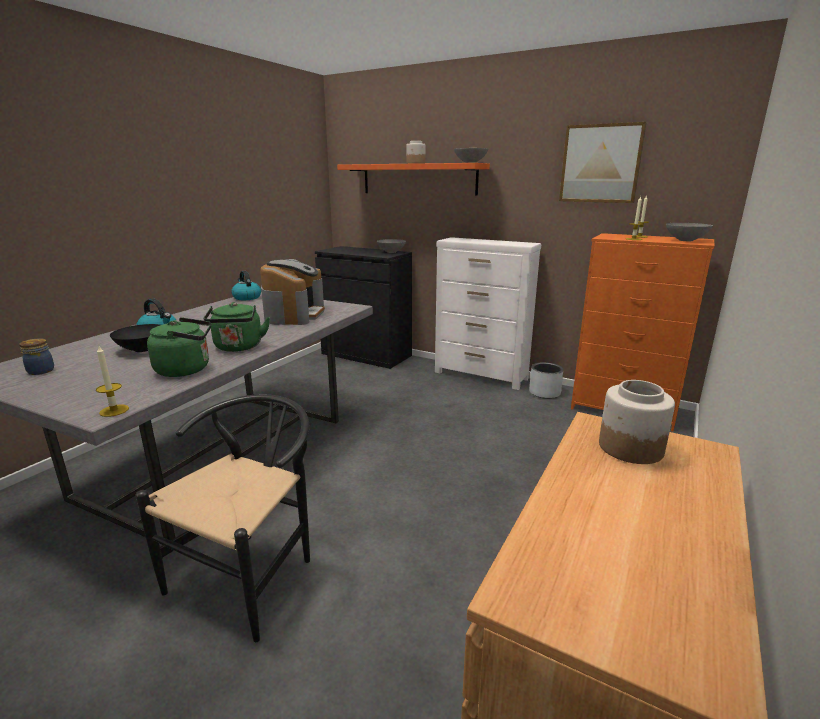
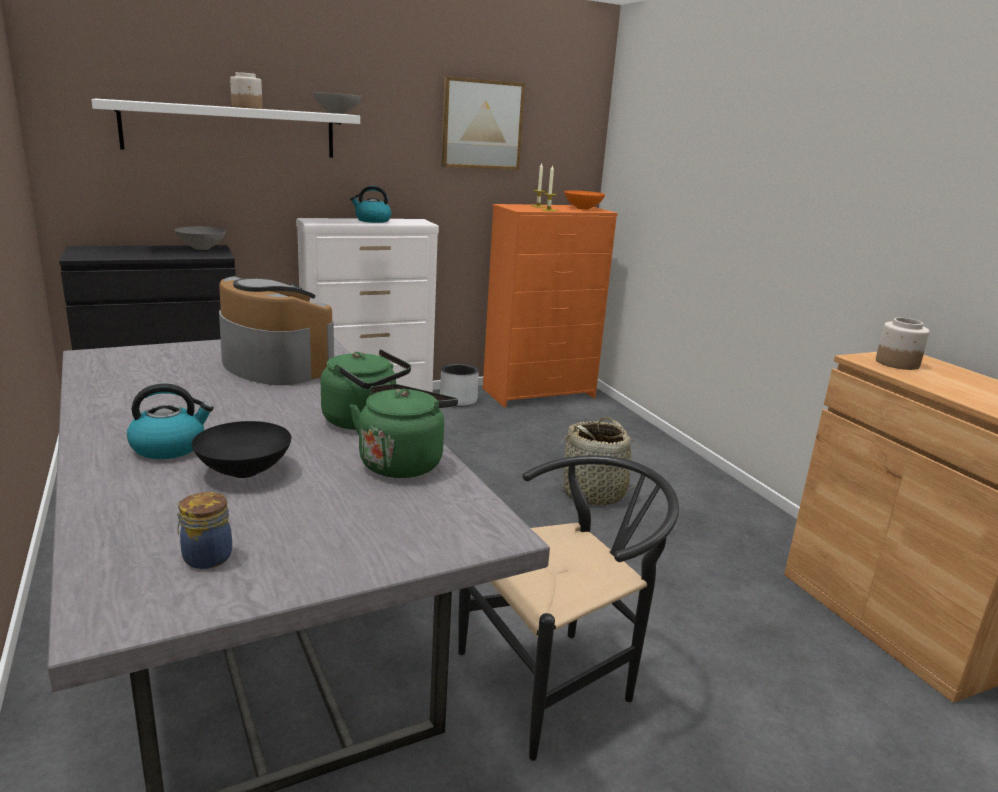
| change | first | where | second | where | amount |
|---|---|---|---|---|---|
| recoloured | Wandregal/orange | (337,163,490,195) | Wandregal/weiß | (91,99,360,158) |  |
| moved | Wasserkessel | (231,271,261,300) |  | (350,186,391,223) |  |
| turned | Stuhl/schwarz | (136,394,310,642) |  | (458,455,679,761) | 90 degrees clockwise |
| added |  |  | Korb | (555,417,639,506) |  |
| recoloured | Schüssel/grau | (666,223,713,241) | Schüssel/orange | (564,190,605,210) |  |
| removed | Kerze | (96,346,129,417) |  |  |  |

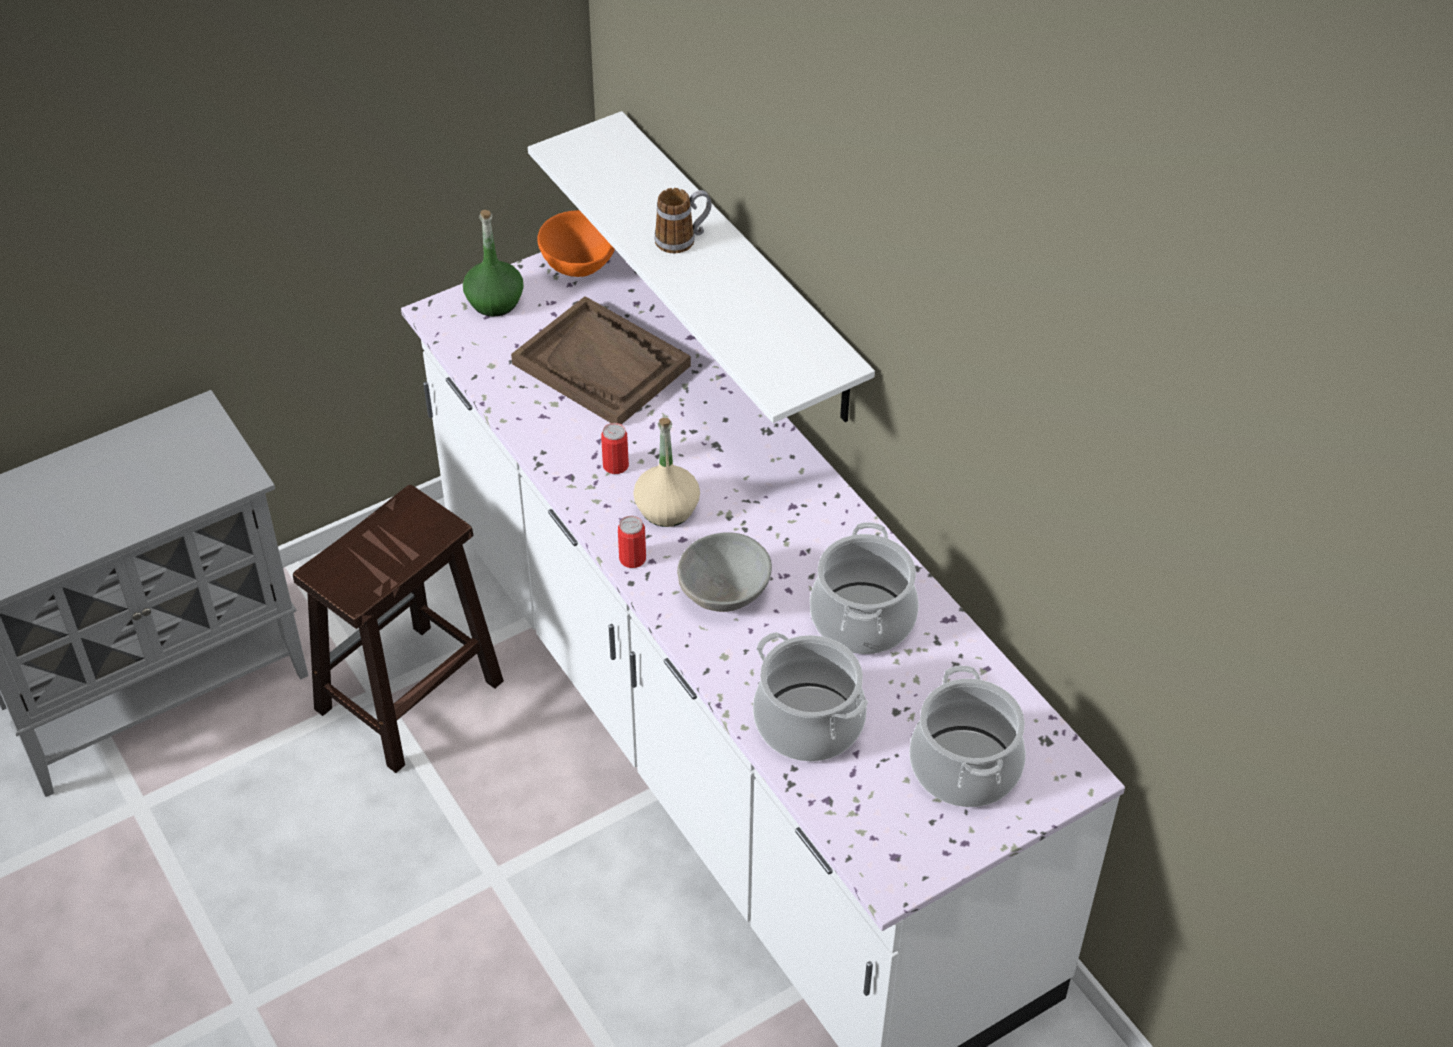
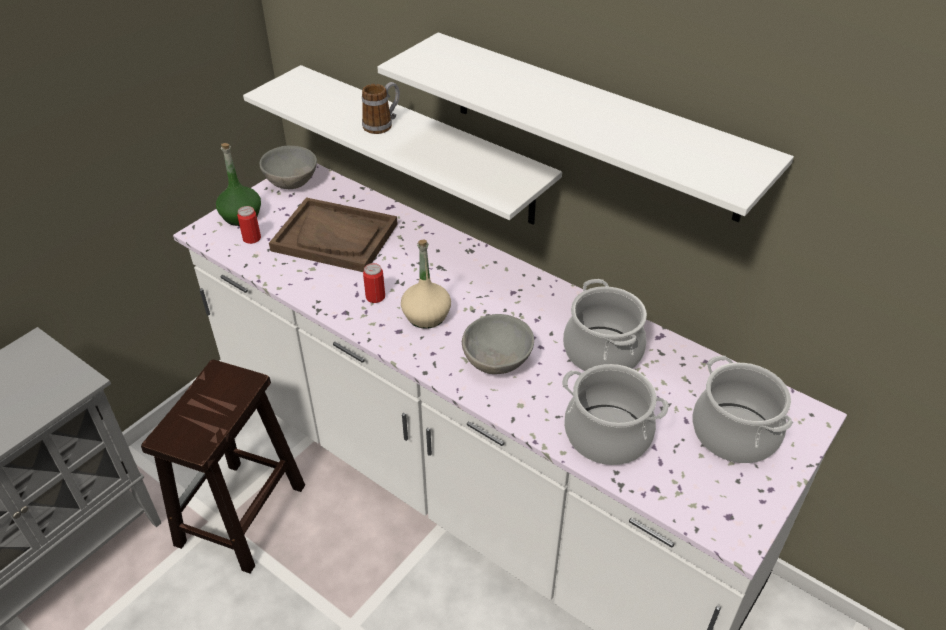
| change | first | where | second | where | amount |
|---|---|---|---|---|---|
| moved | Dose | (618,516,646,568) |  | (237,206,261,244) |  |
| recoloured | Schüssel/orange | (537,210,615,277) | Schüssel/grau | (260,146,317,189) |  |
| added |  |  | Wandregal/weiß | (377,32,794,222) |  |

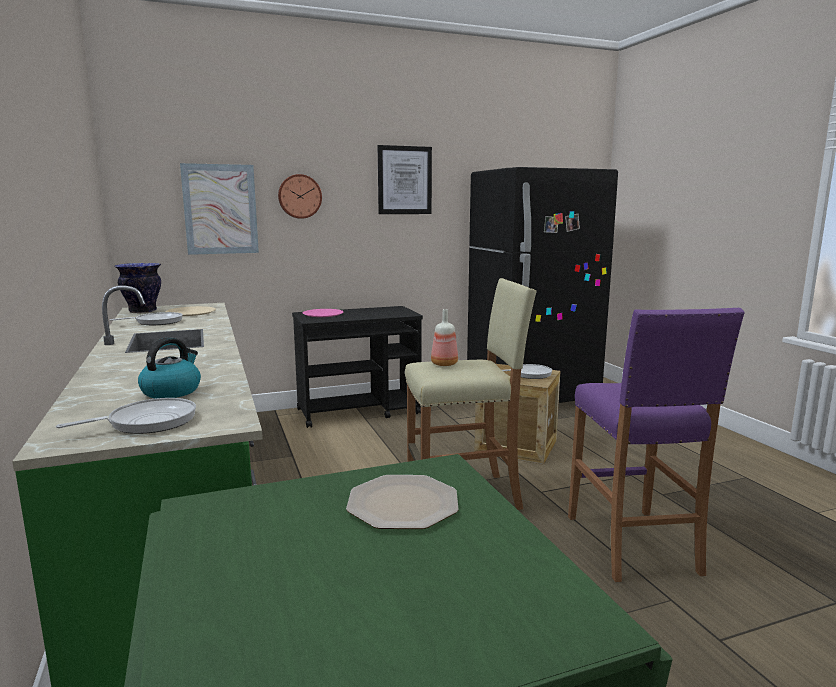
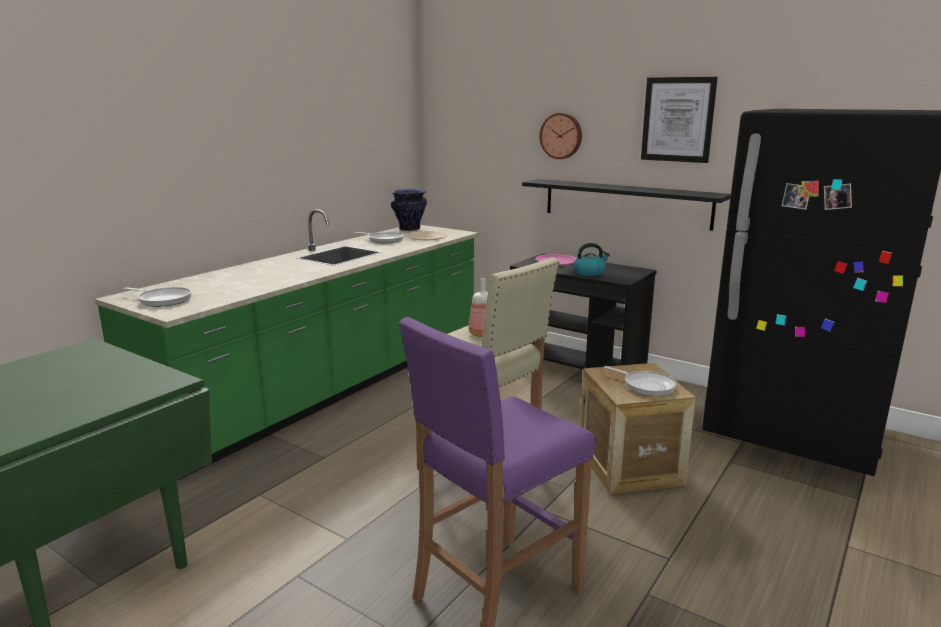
| change | first | where | second | where | amount |
|---|---|---|---|---|---|
| added |  |  | Wandregal/schwarz | (522,179,731,231) |  |
| moved | Wasserkessel | (138,337,201,398) |  | (574,243,610,276) |  |
| removed | Bild | (180,163,259,255) |  |  |  |
| removed | Teller | (346,475,459,529) |  |  |  |

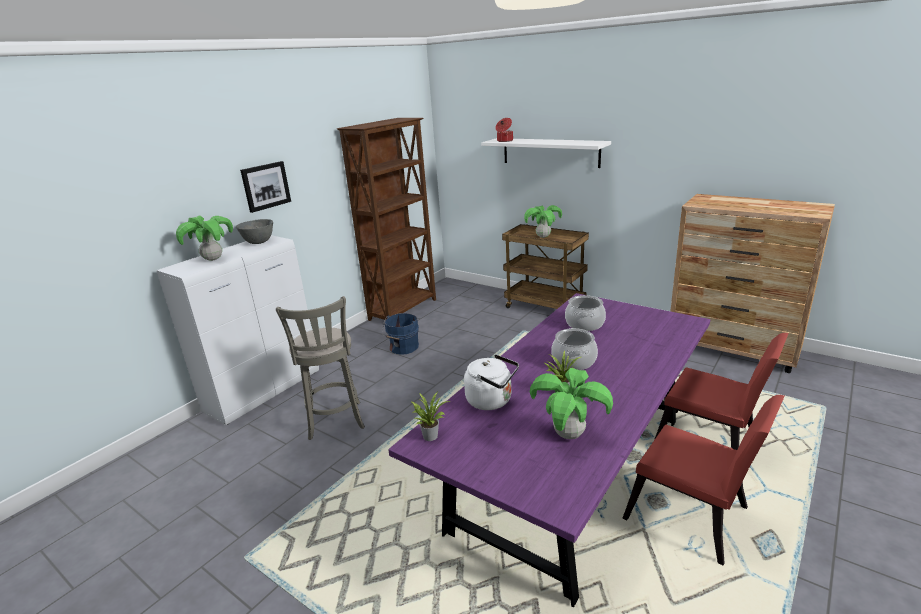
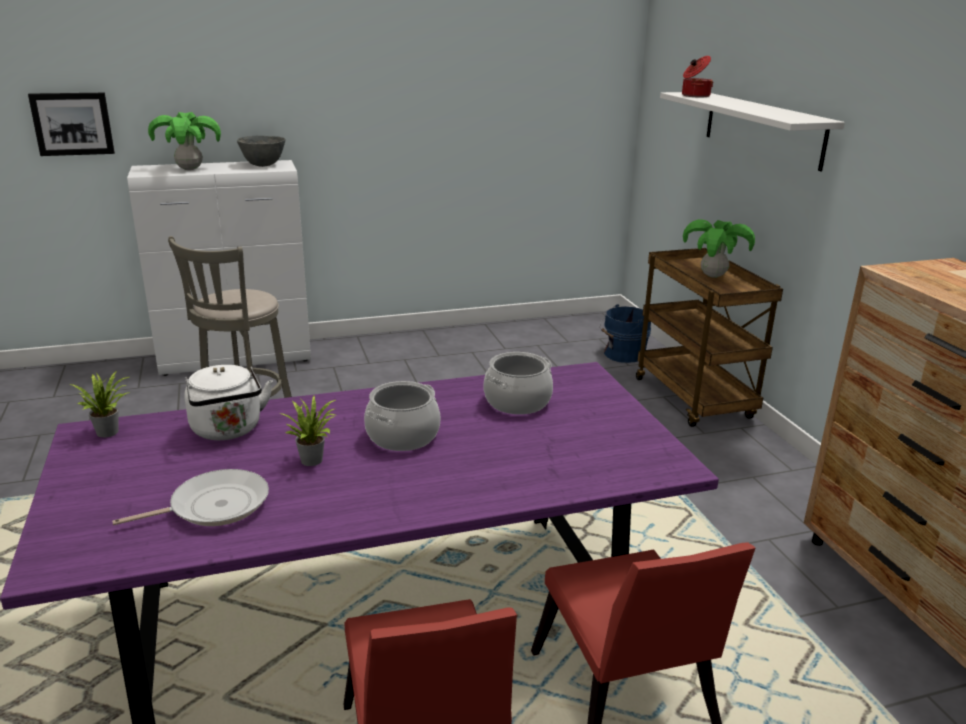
| change | first | where | second | where | amount |
|---|---|---|---|---|---|
| moved | Bild | (240,161,291,213) |  | (28,93,115,156) |  |
| replaced | Topfpflanze | (530,368,613,439) | Pfanne | (112,469,269,526) |  |
| moved | Eimer/blau | (382,313,419,355) |  | (599,304,651,363) |  |
| removed | Bücherregal/braun | (337,118,436,321) |  |  |  |

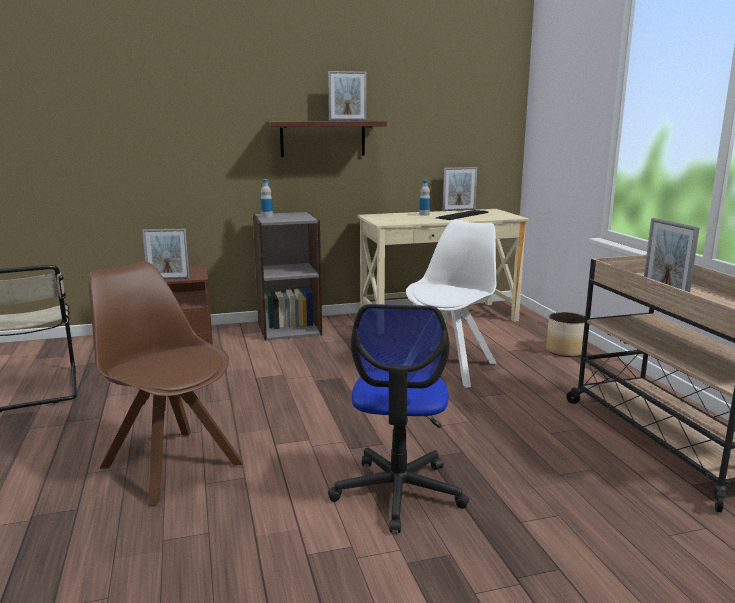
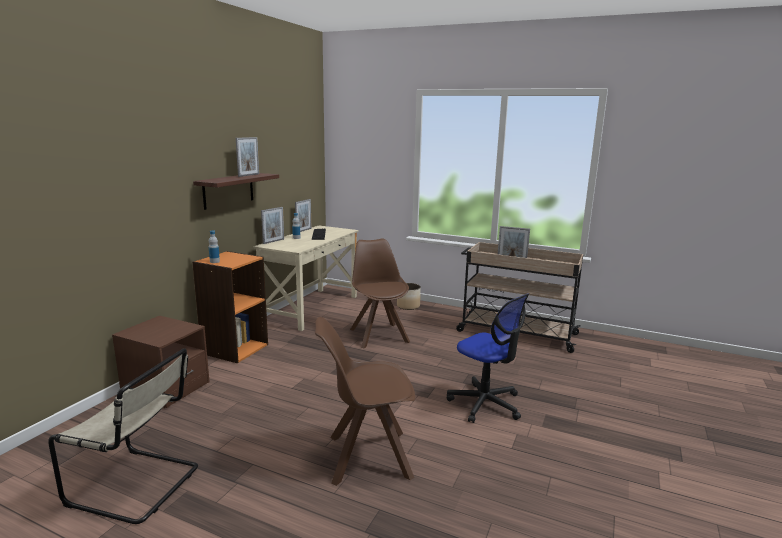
| change | first | where | second | where | amount |
|---|---|---|---|---|---|
| recoloured | Bücherregal/grau | (253,212,322,341) | Bücherregal/orange | (192,251,268,363) |  |
| moved | Bilderrahmen | (142,229,190,279) |  | (261,207,284,244) |  |
| recoloured | Stuhl/weiß | (406,220,497,388) | Stuhl/braun | (350,238,410,348) |  |

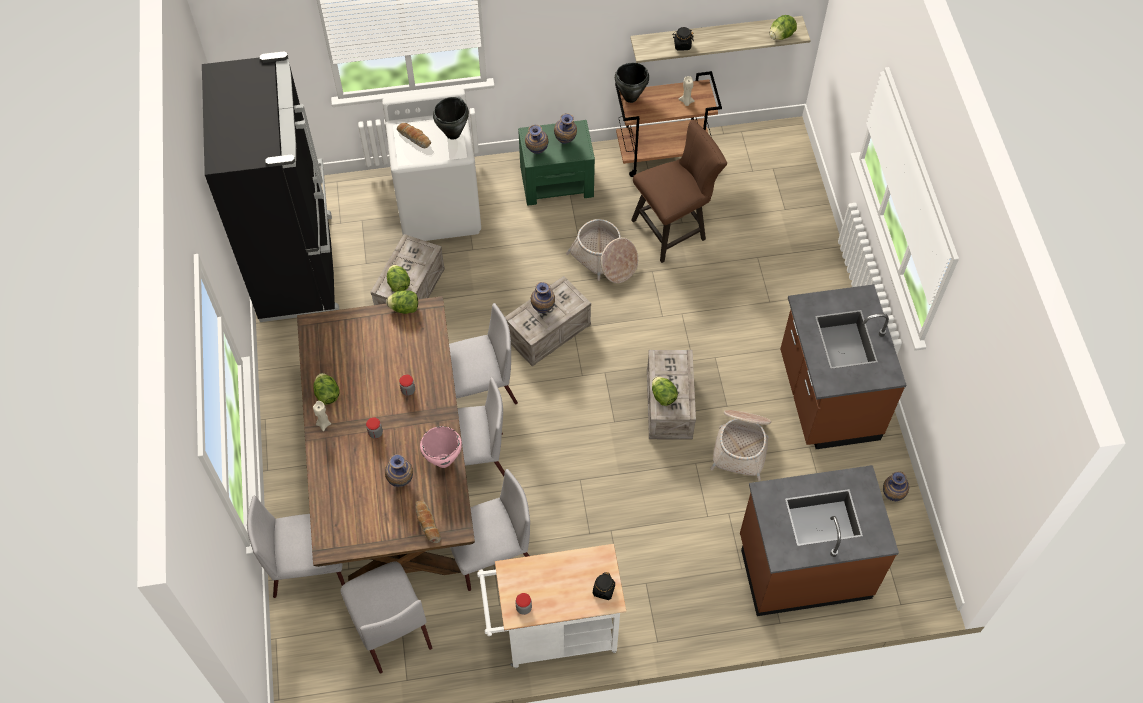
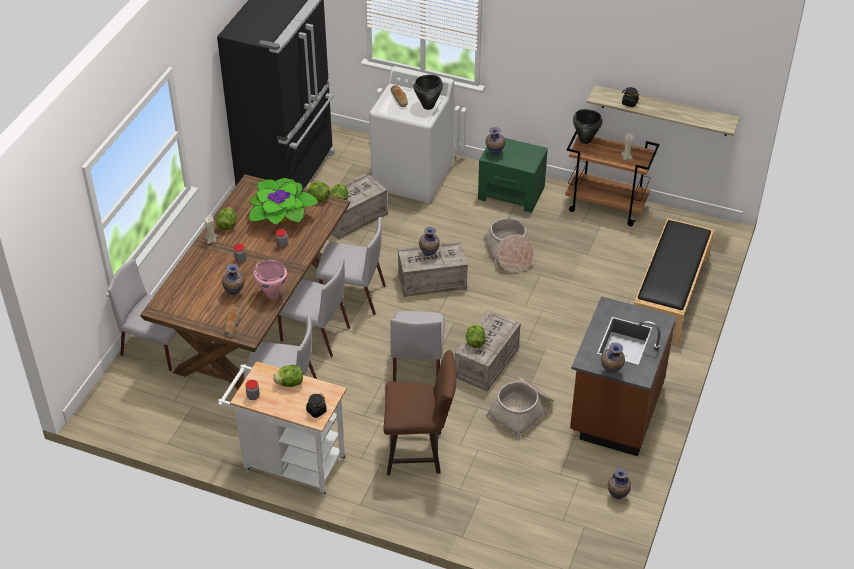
| change | first | where | second | where | amount |
|---|---|---|---|---|---|
| added |  |  | Topfpflanze | (248,178,319,225) |  |
| moved | Salatkopf | (770,15,797,40) |  | (273,365,303,387) |  |
| moved | Hocker/braun | (631,119,727,263) |  | (383,350,456,475) |  |
| moved | Stuhl/grau | (340,561,432,674) |  | (390,311,445,382) |  |
| moved | Vase | (554,113,577,144) |  | (601,343,625,373) |  |
| added |  |  | Bank/schwarz | (634,218,714,344) |  |
| removed | Küchenzeile/braun | (740,465,899,616) |  |  |  |

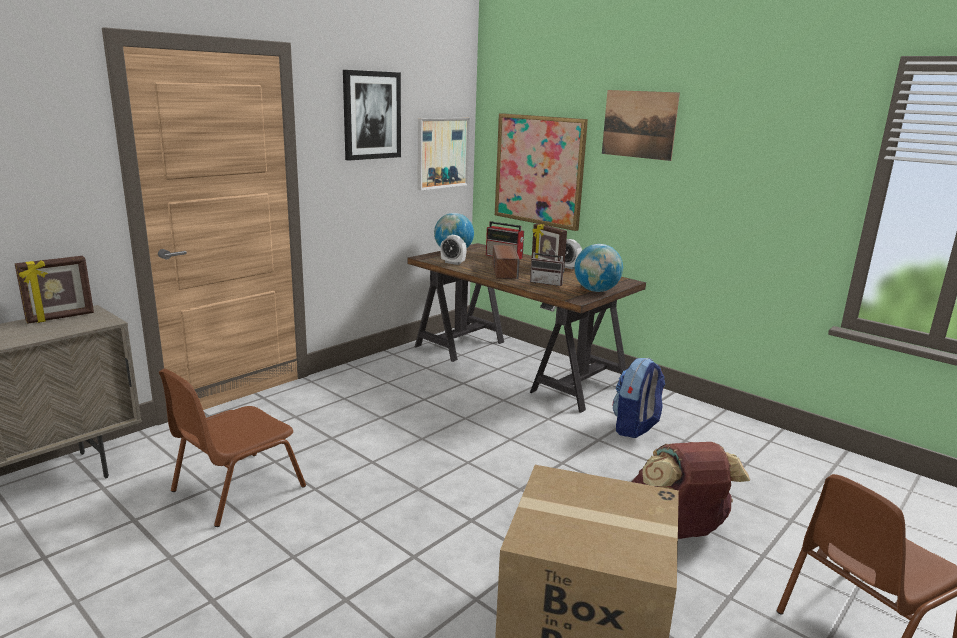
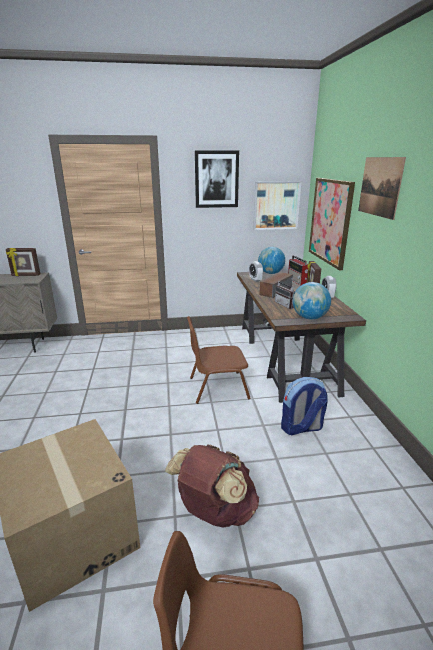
| change | first | where | second | where | amount |
|---|---|---|---|---|---|
| moved | Stuhl/braun | (159,369,306,527) |  | (187,316,251,404) |  |

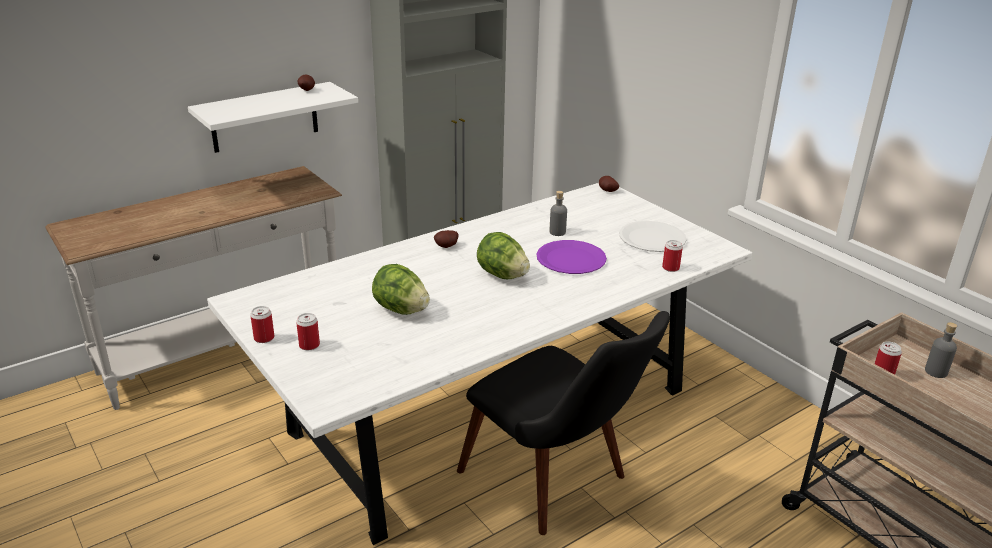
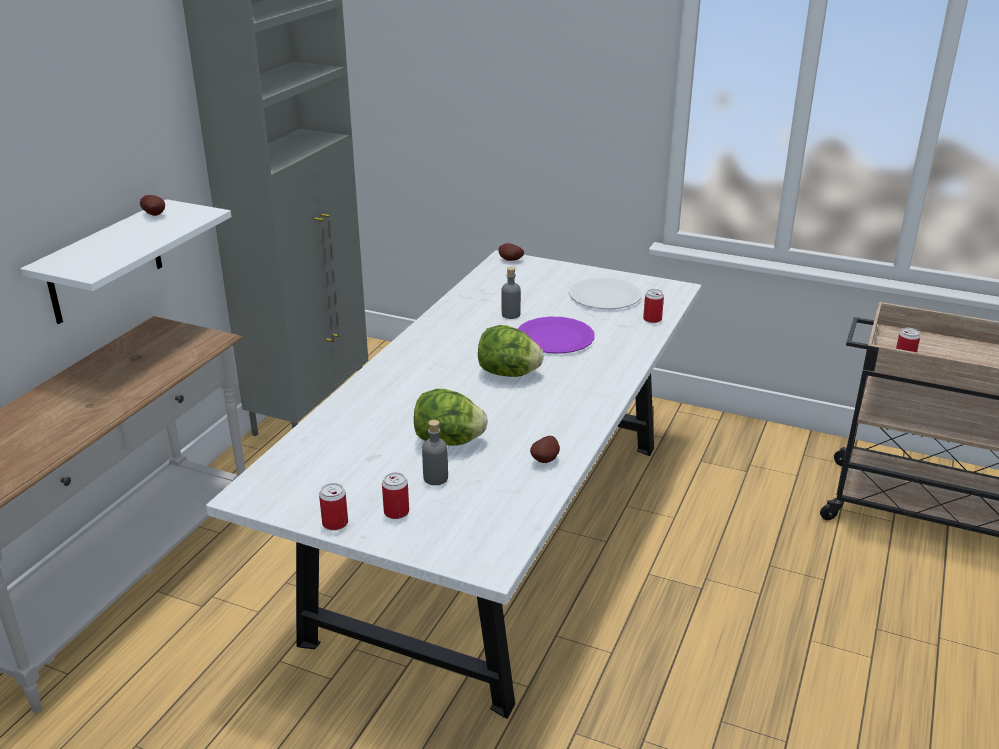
| change | first | where | second | where | amount |
|---|---|---|---|---|---|
| moved | Flasche/grau | (925,322,957,378) |  | (422,420,448,485) |  |
| moved | Kartoffel | (434,230,458,248) |  | (530,436,560,463) |  |
| removed | Stuhl/schwarz | (457,311,670,535) |  |  |  |

